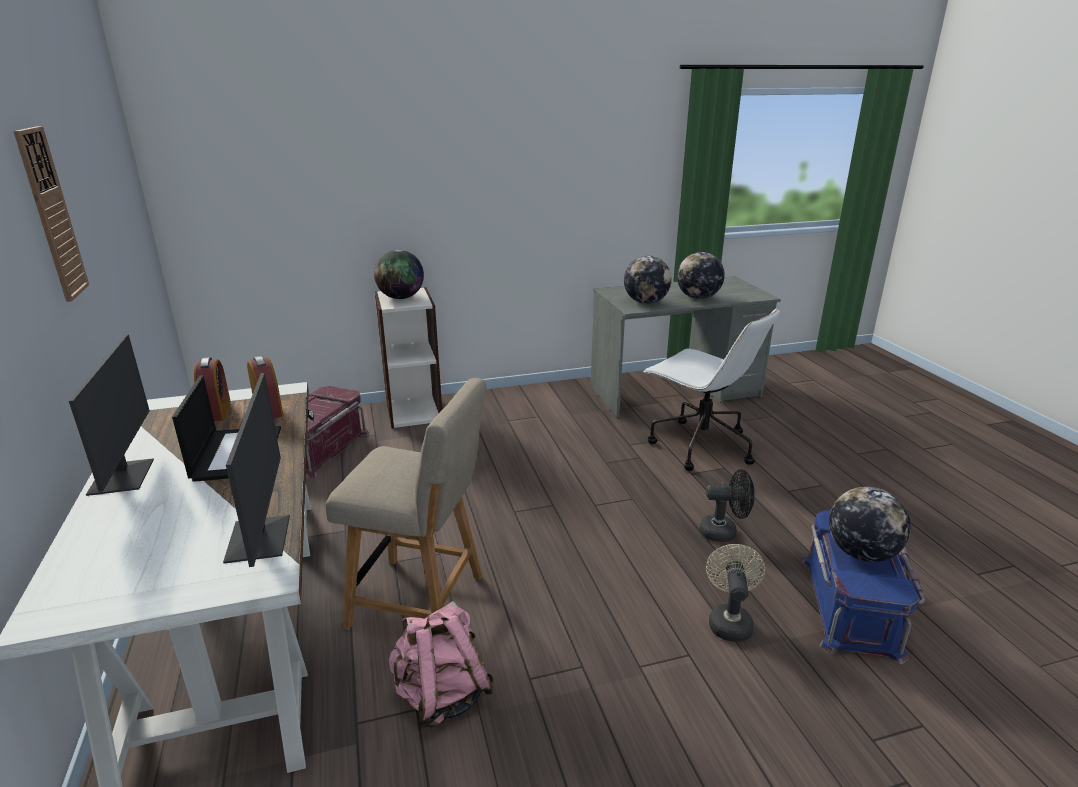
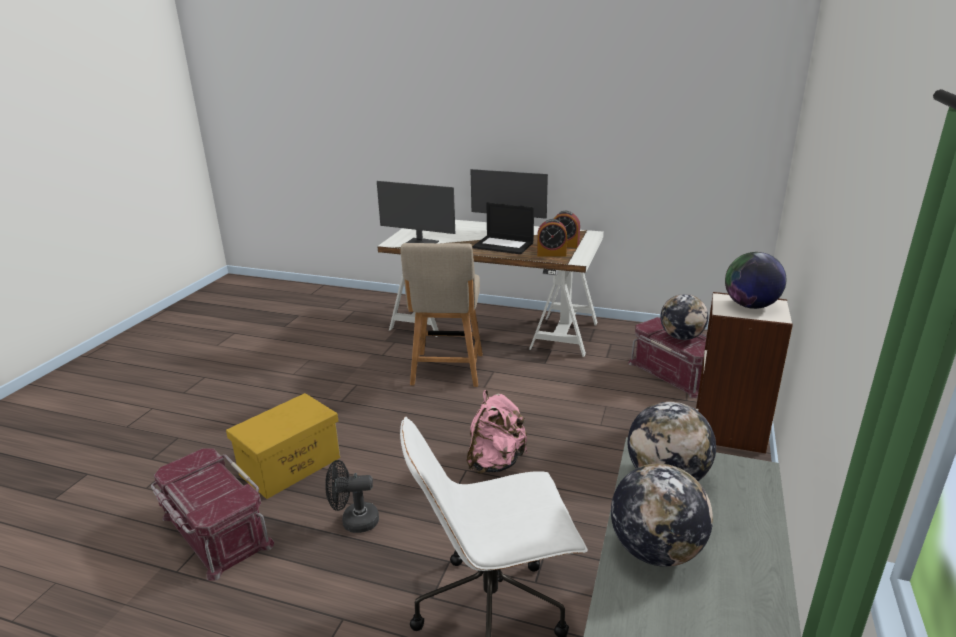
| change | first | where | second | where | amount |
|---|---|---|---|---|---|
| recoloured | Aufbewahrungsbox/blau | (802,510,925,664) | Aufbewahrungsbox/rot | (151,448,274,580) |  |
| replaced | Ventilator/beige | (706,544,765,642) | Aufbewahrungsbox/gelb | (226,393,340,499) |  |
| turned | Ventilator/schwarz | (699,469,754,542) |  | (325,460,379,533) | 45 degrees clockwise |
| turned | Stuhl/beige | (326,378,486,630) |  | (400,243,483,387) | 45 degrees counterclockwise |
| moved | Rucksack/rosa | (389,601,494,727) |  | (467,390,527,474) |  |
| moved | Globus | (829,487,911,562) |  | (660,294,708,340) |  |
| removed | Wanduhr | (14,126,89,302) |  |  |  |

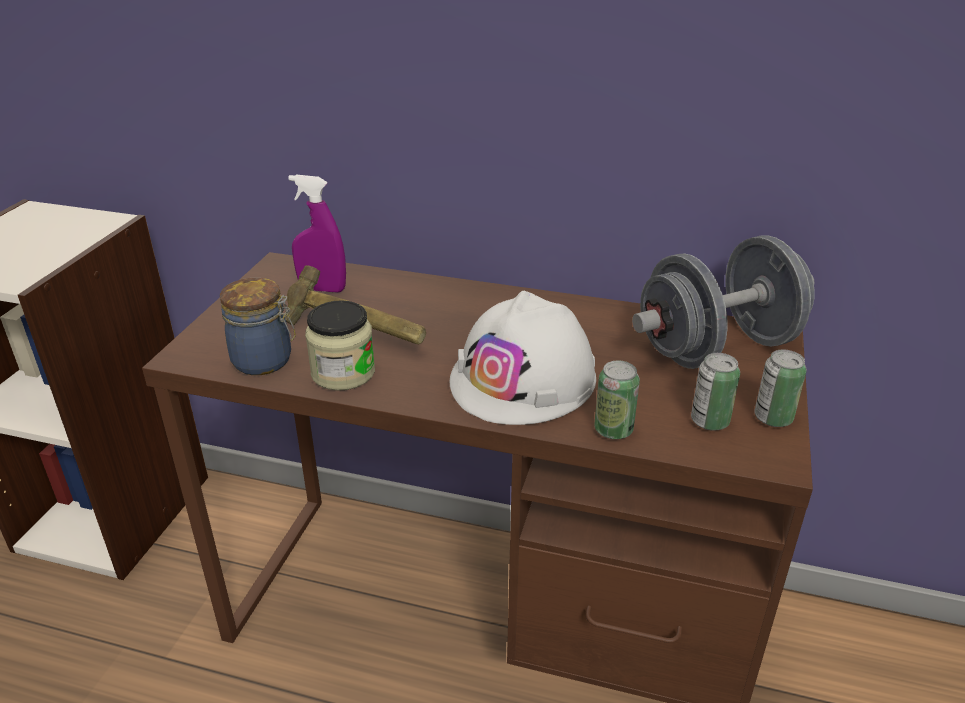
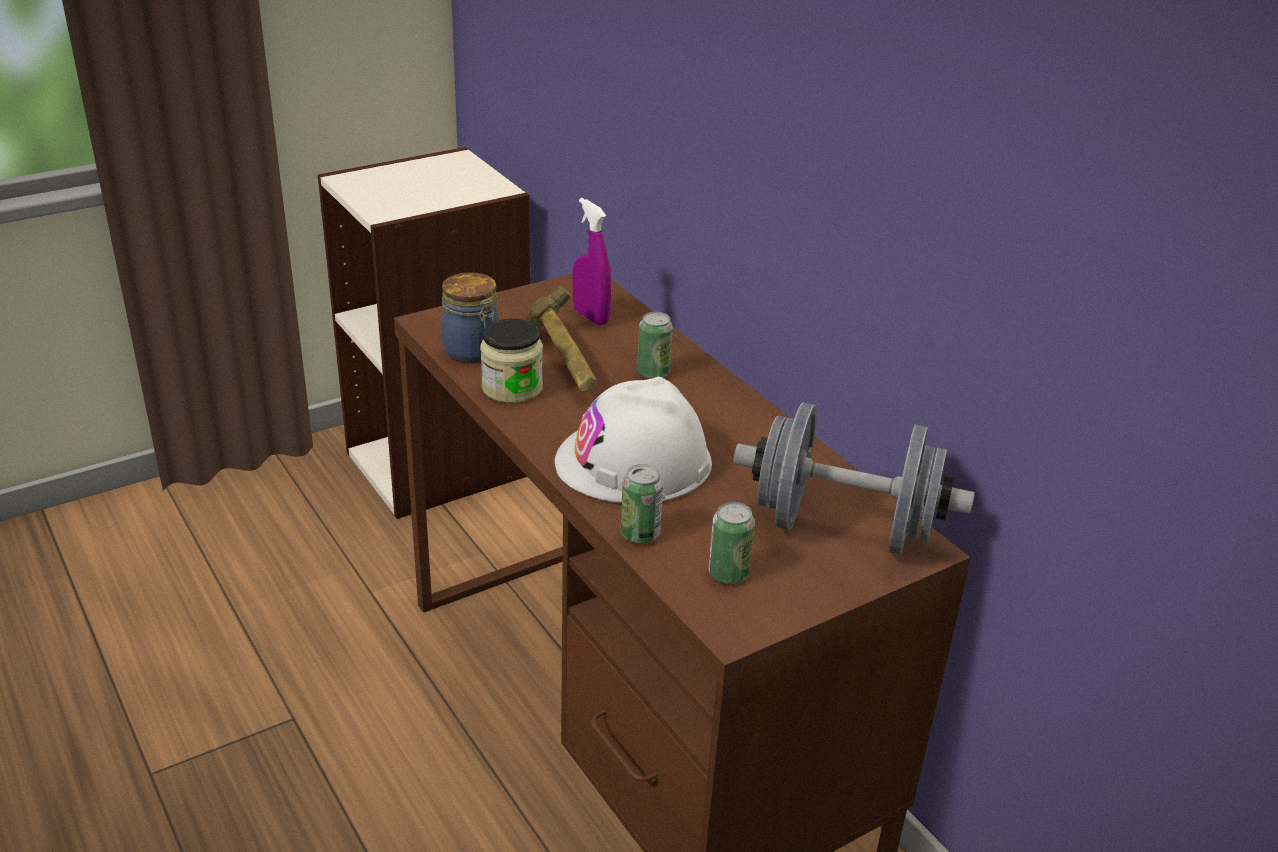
| change | first | where | second | where | amount |
|---|---|---|---|---|---|
| moved | Dose | (754,350,807,427) |  | (637,312,673,379) |  |

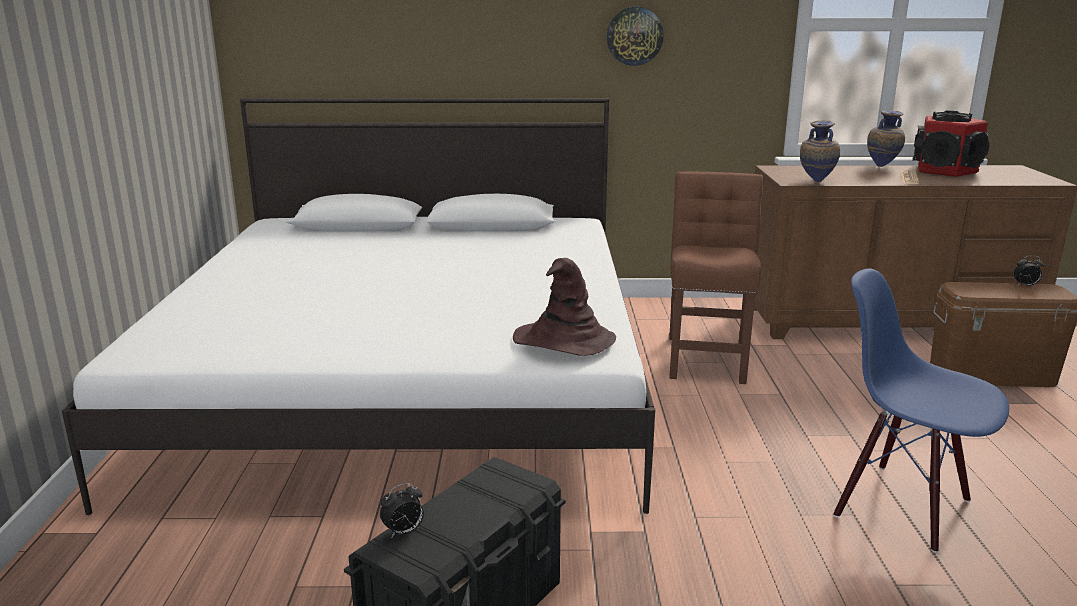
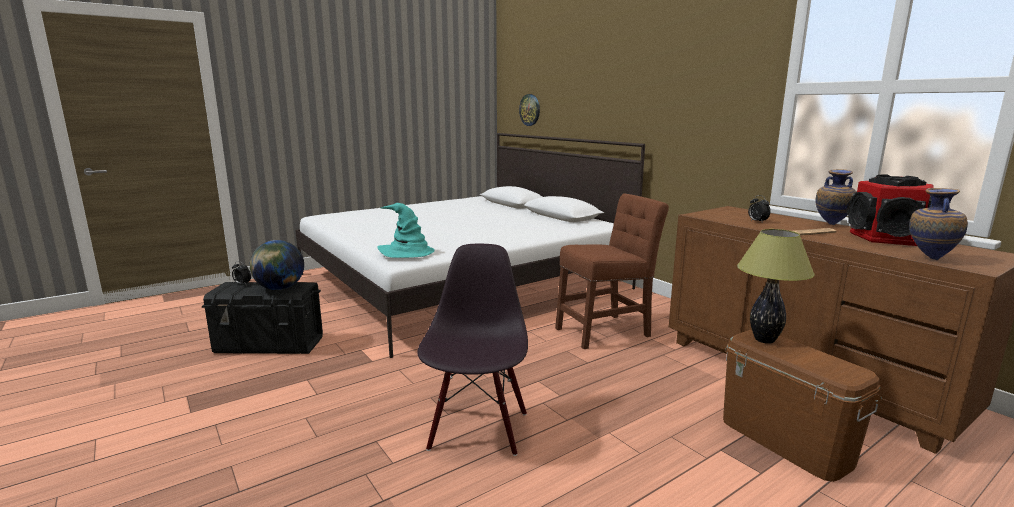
| change | first | where | second | where | amount |
|---|---|---|---|---|---|
| added |  |  | Globus | (250,240,304,290) |  |
| recoloured | Hut/braun | (513,258,616,356) | Hut/türkis | (377,203,435,258) |  |
| recoloured | Stuhl/blau | (833,268,1009,553) | Stuhl/schwarz | (418,244,528,456) |  |
| moved | Wanduhr | (607,7,664,66) |  | (519,94,540,126) |  |
| added |  |  | Tischlampe | (737,229,815,344) |  |
| moved | Wecker | (1014,255,1044,287) |  | (748,195,771,223) |  |
| moved | Vase | (800,121,840,182) |  | (909,188,968,260) |  |

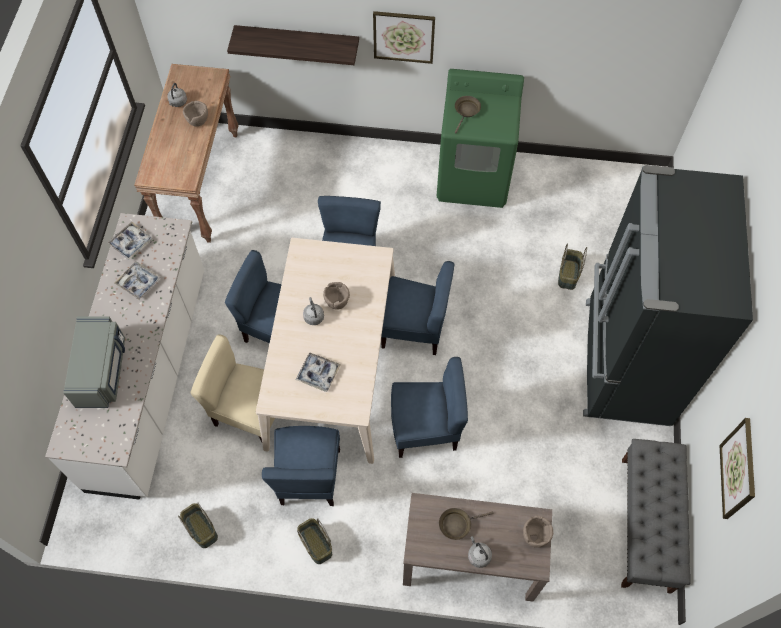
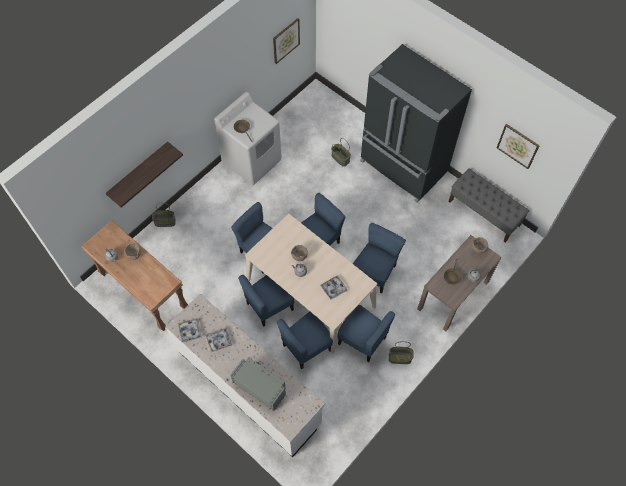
| change | first | where | second | where | amount |
|---|---|---|---|---|---|
| moved | Korb | (178,502,218,548) |  | (152,203,176,227) |  |
| recoloured | Waschmaschine/grün | (437,69,524,208) | Waschmaschine/weiß | (214,92,282,185) |  |
| moved | Bild | (373,11,435,64) |  | (273,18,300,64) |  |
| recoloured | Stuhl/beige | (190,334,275,442) | Stuhl/blau | (277,312,333,369) |  |

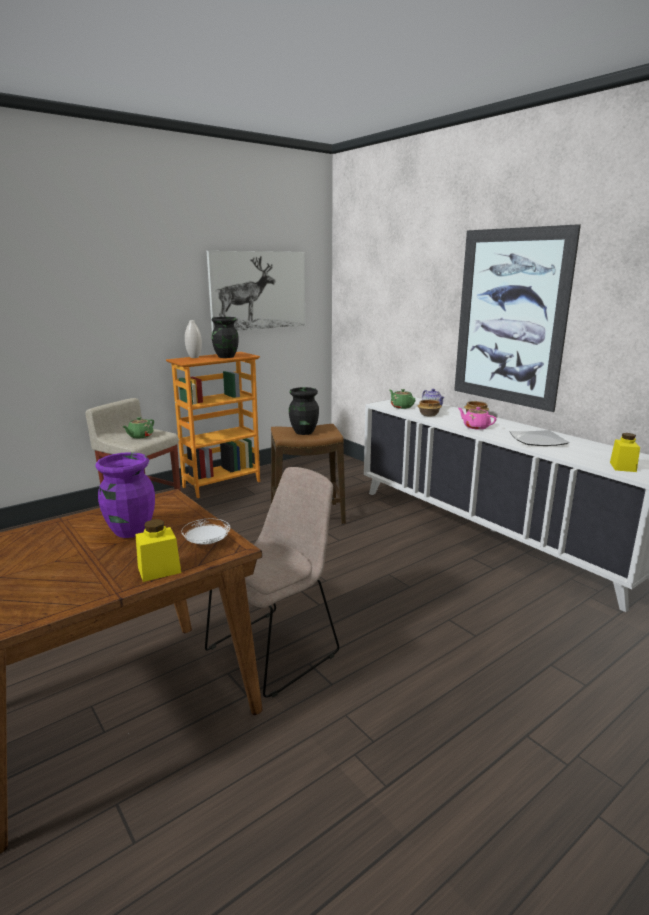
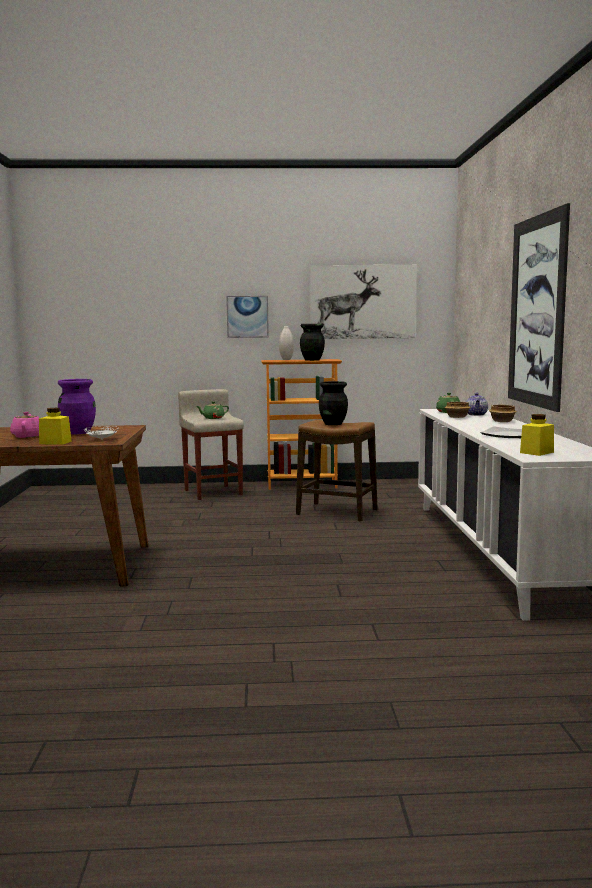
| change | first | where | second | where | amount |
|---|---|---|---|---|---|
| moved | Teekanne/rosa | (458,407,496,430) |  | (10,412,39,438) |  |
| added |  |  | Bild | (226,296,269,338) |  |
| removed | Stuhl/beige | (205,467,339,698) |  |  |  |

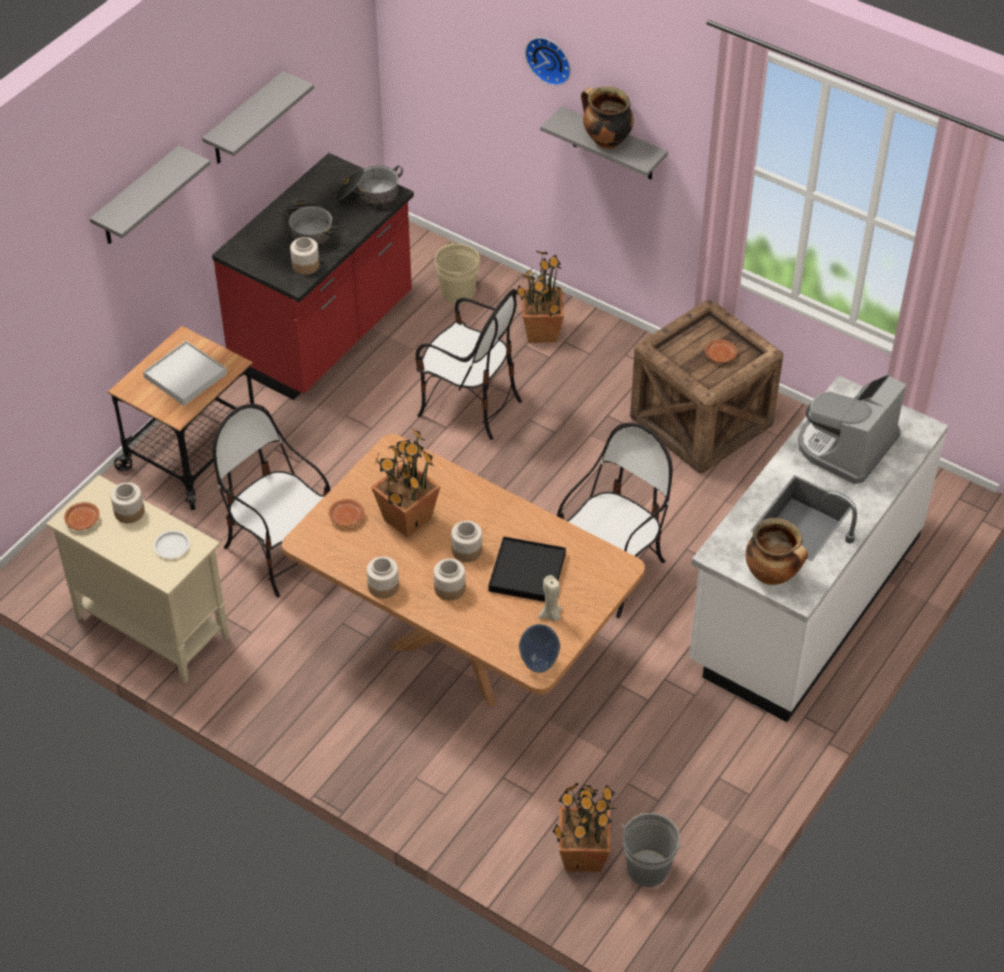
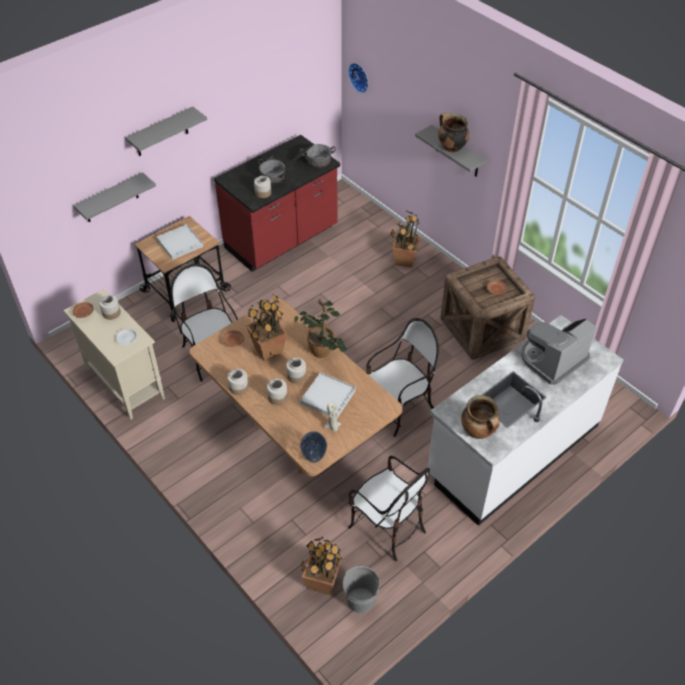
| change | first | where | second | where | amount |
|---|---|---|---|---|---|
| moved | Wandregal/grau | (202,71,314,164) |  | (73,172,156,222) |  |
| added |  |  | Topfpflanze | (294,298,347,358) |  |
| recoloured | Tablett/schwarz | (489,536,566,602) | Tablett/weiß | (300,372,356,418) |  |
| moved | Wanduhr | (525,37,571,86) |  | (348,63,369,93) |  |
| moved | Stuhl | (415,289,522,440) |  | (348,456,430,561) |  |
| removed | Eimer/beige | (435,241,480,304) |  |  |  |

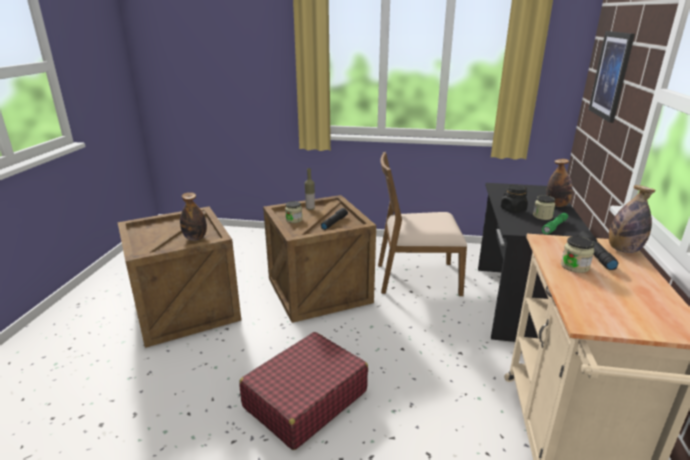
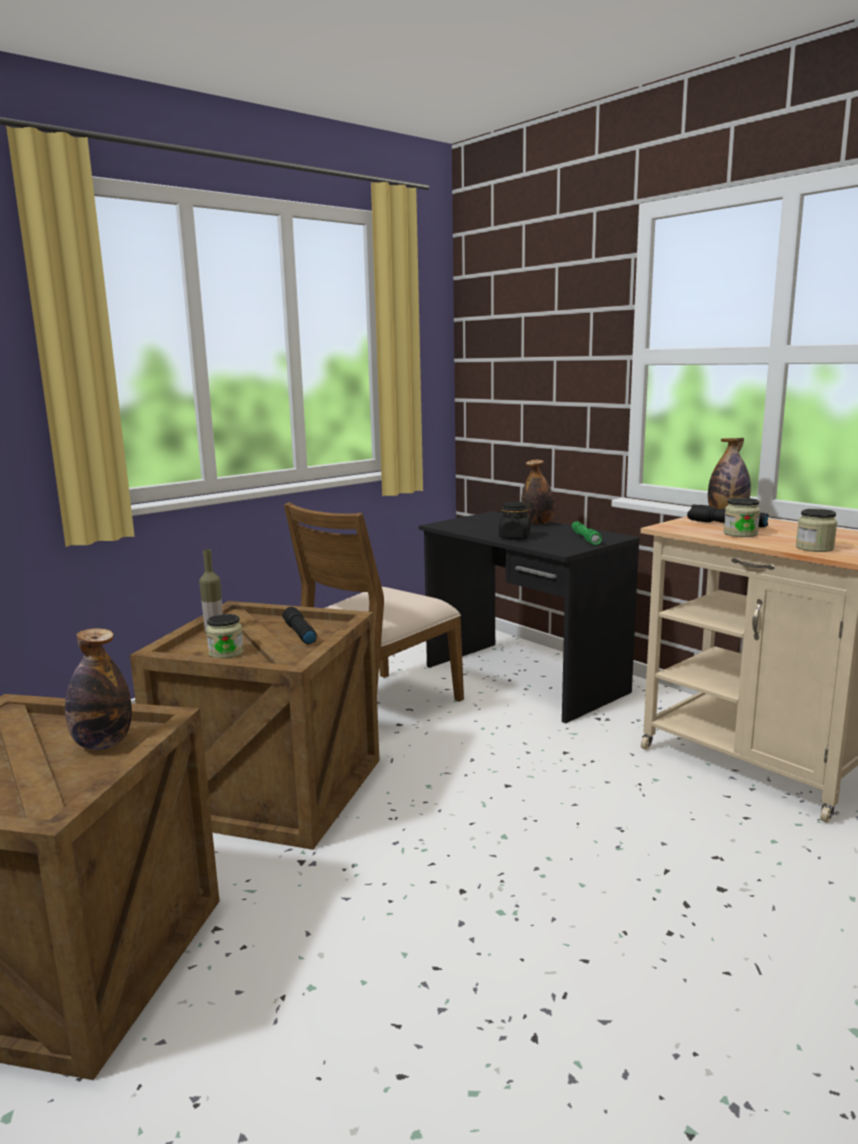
| change | first | where | second | where | amount |
|---|---|---|---|---|---|
| moved | Vorratsglas | (533,195,555,220) |  | (796,509,837,552) |  |
| removed | Koffer/rot | (239,332,368,450) |  |  |  |
| removed | Bild | (588,31,635,123) |  |  |  |

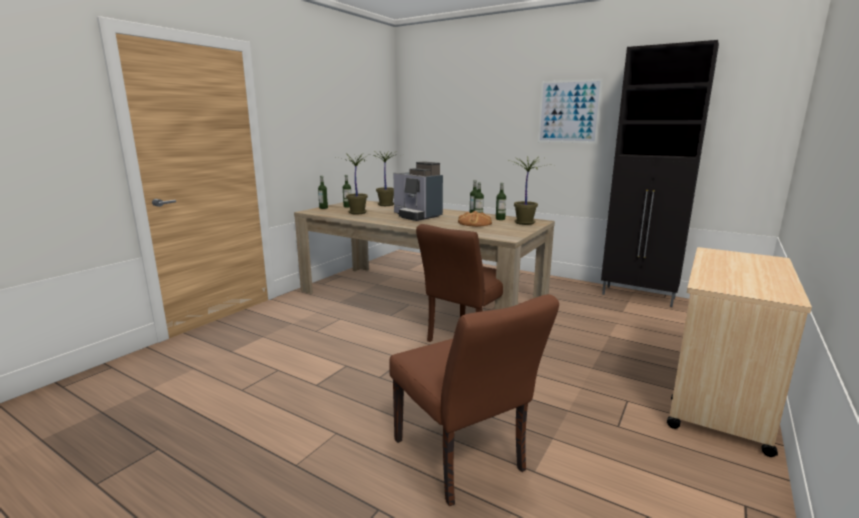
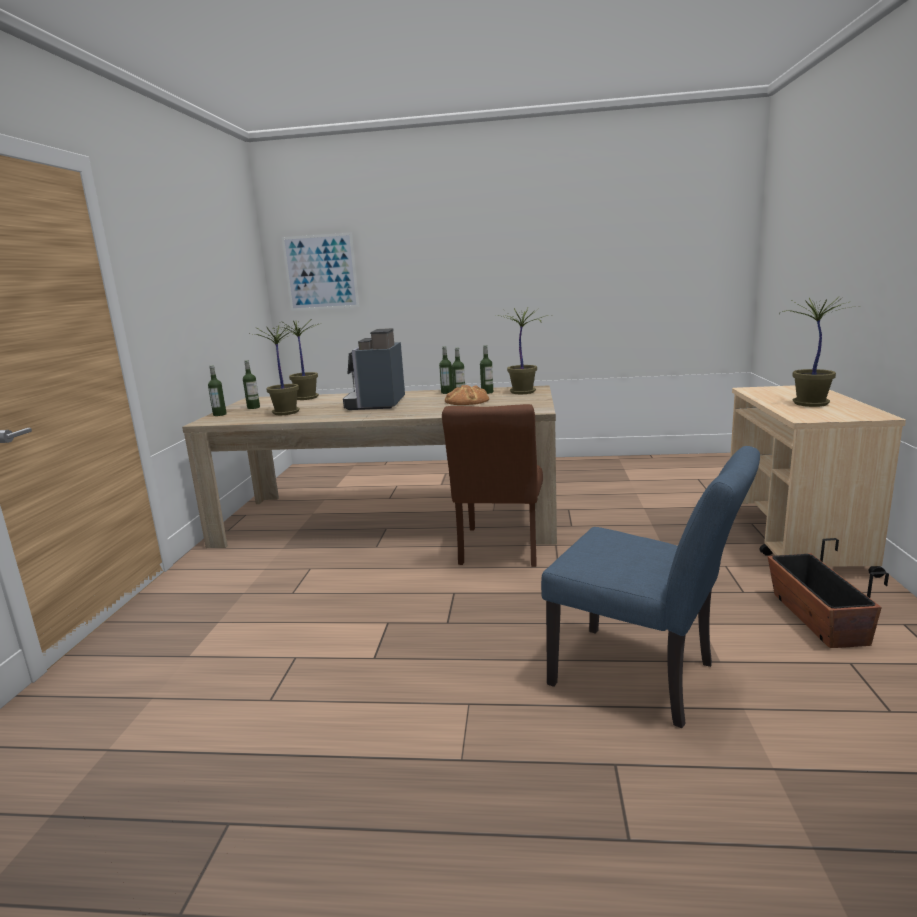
| change | first | where | second | where | amount |
|---|---|---|---|---|---|
| moved | Bild | (538,79,603,143) |  | (282,232,359,311) |  |
| turned | Kaffeemaschine | (393,161,443,221) |  | (343,328,405,410) | 75 degrees clockwise |
| recoloured | Stuhl/braun | (389,294,559,506) | Stuhl/blau | (541,446,760,728) |  |
| added |  |  | Pflanzkübel | (768,538,889,648) |  |
| added |  |  | Topfpflanze | (779,296,860,407) |  |
| removed | Schrank/schwarz | (601,40,719,307) |  |  |  |

